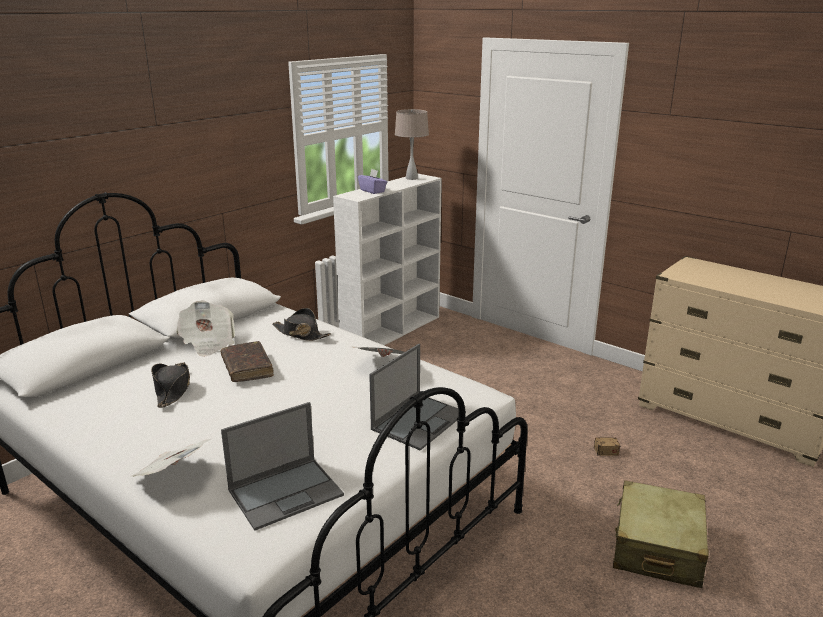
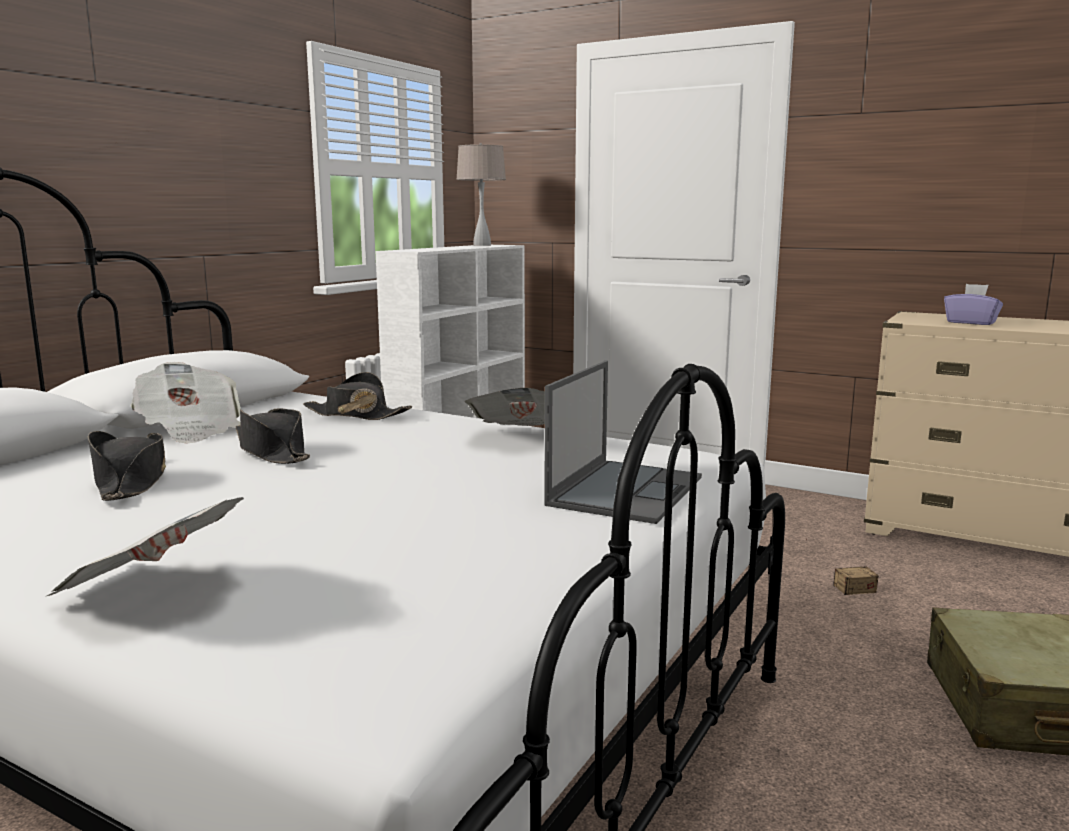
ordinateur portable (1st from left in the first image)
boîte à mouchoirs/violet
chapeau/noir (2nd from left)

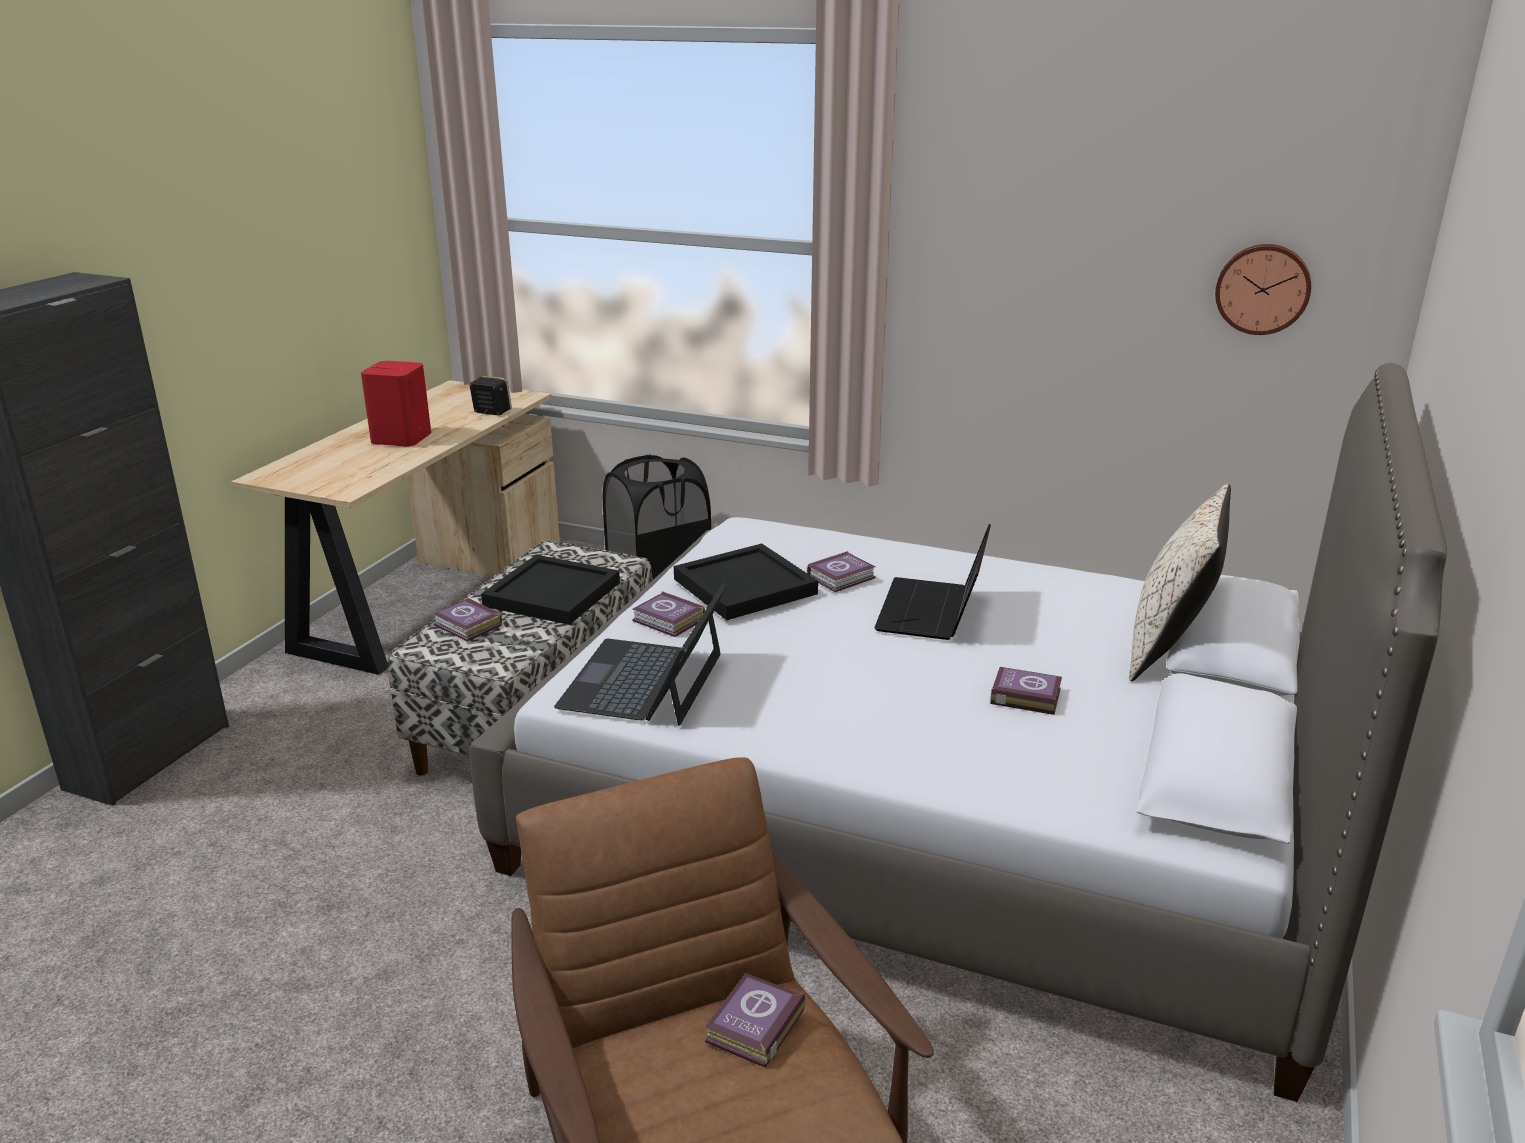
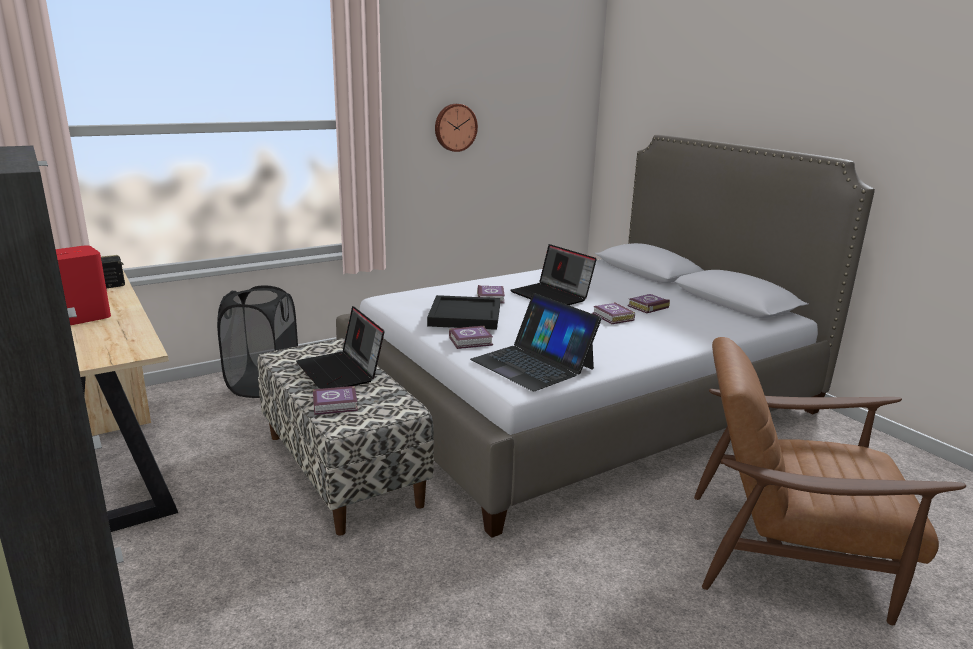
coussin/beige
livre (4th from left)
horloge murale
ordinateur portable (1st from left)

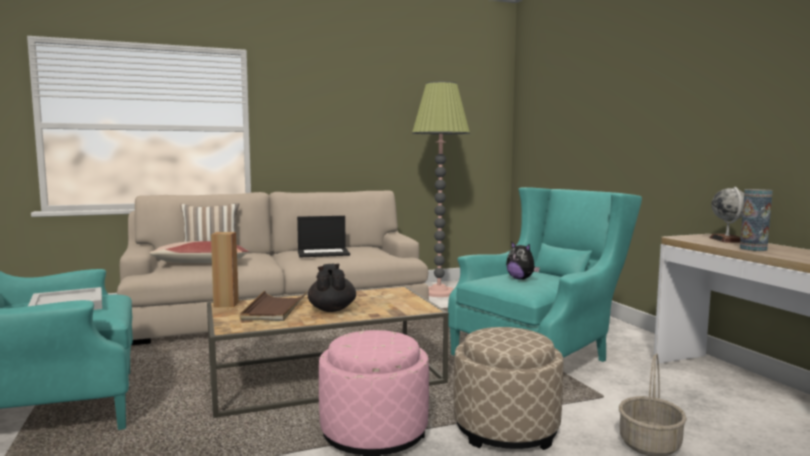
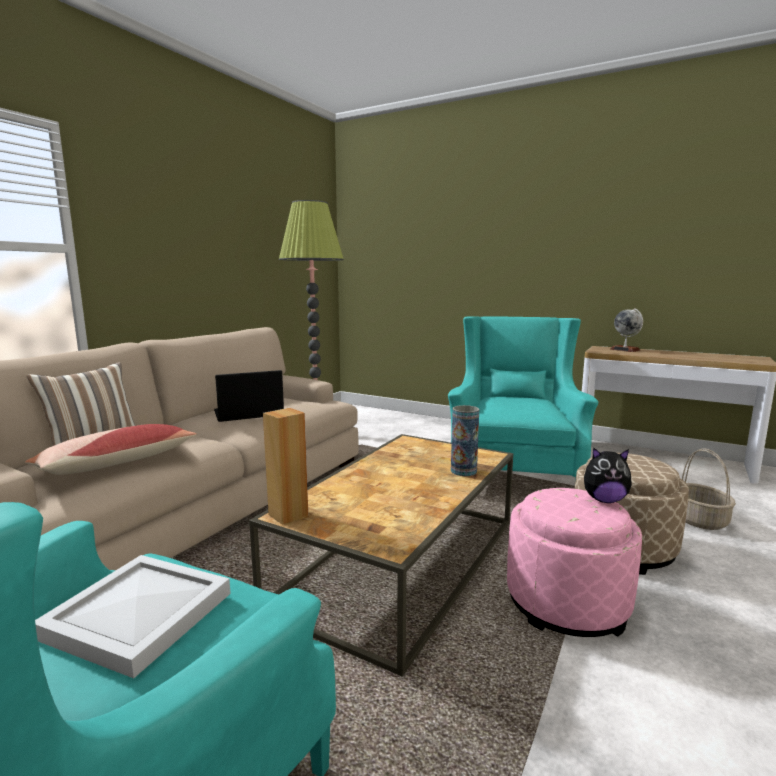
plateau/marron
théière/noir
peluche
vase
ordinateur portable

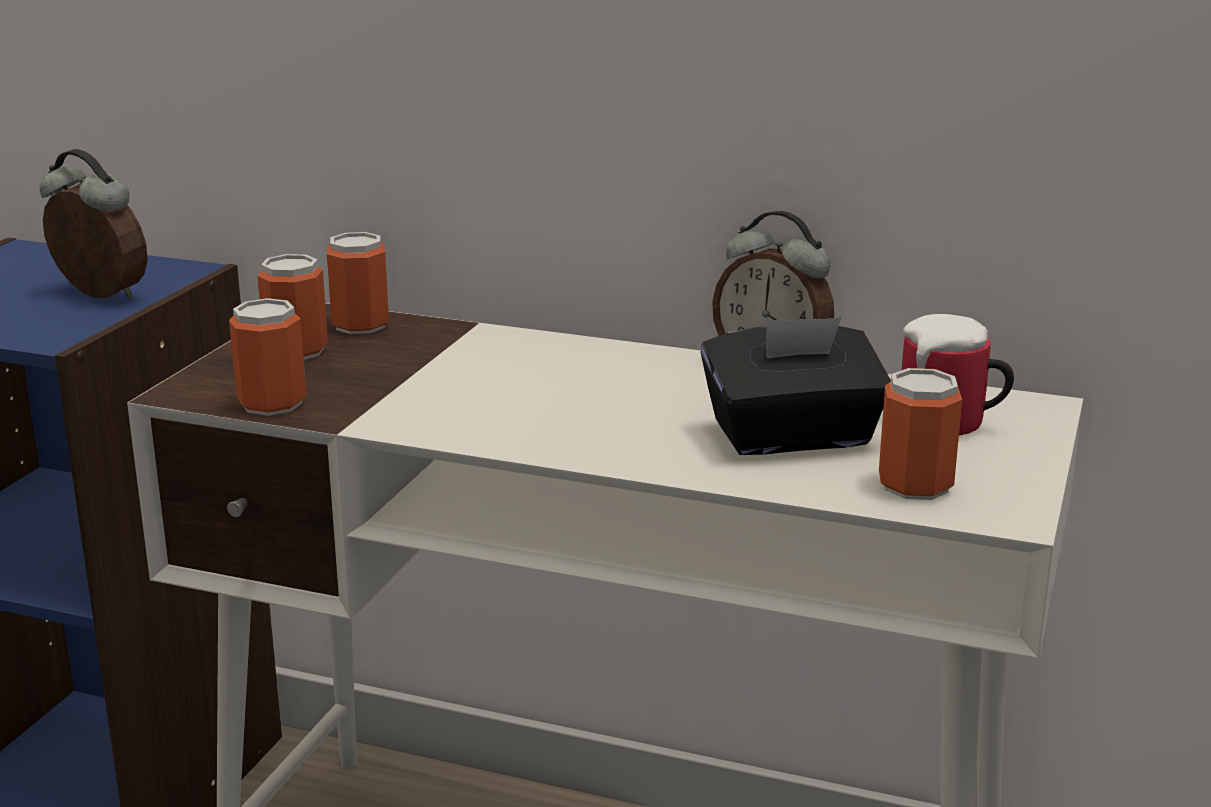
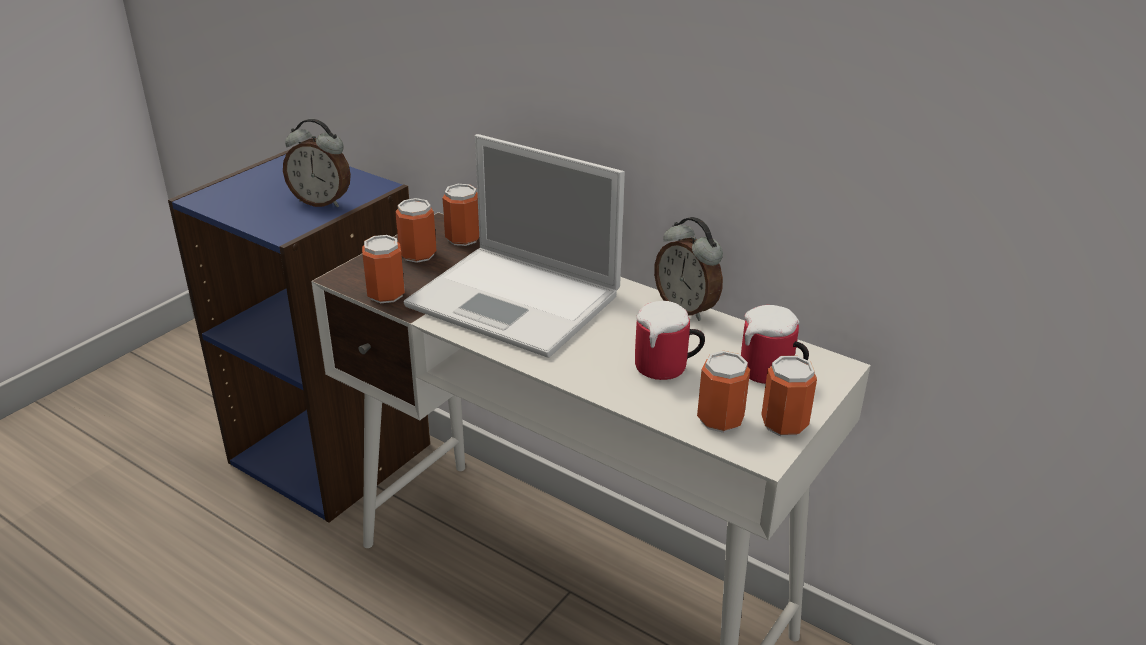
ordinateur portable
boîte métallique (5th from left)
mug (1st from left)
réveil (1st from left)

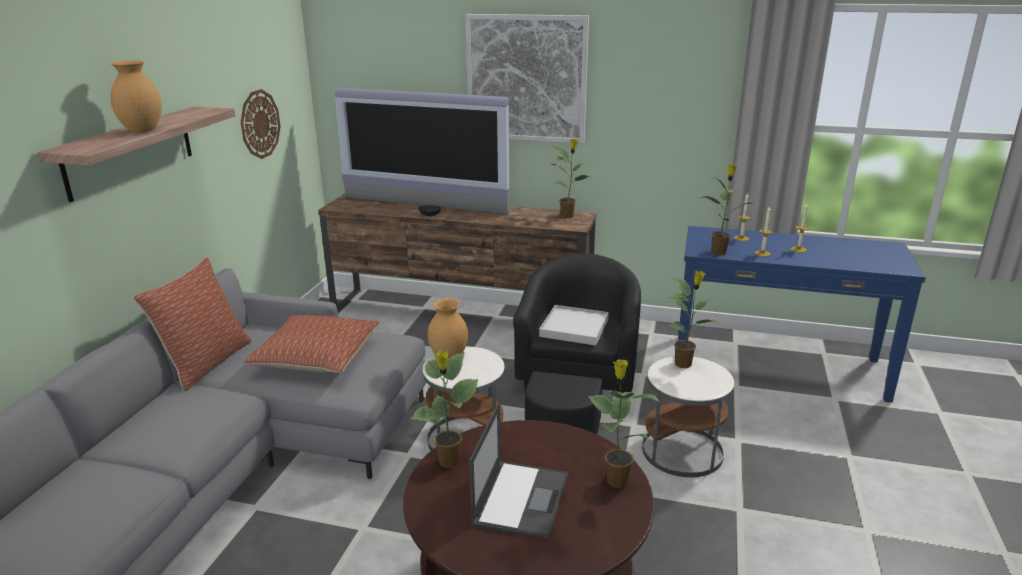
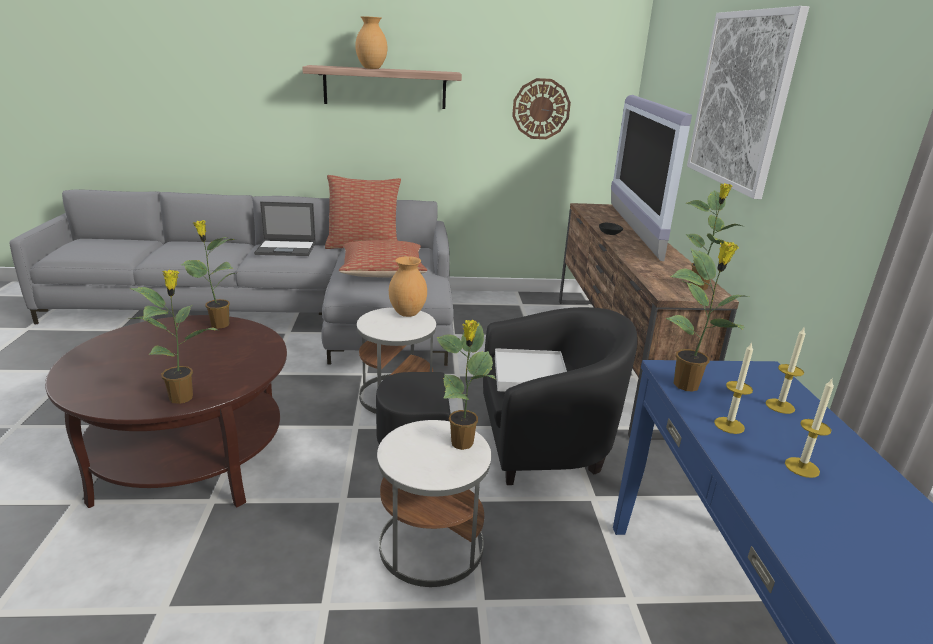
ordinateur portable

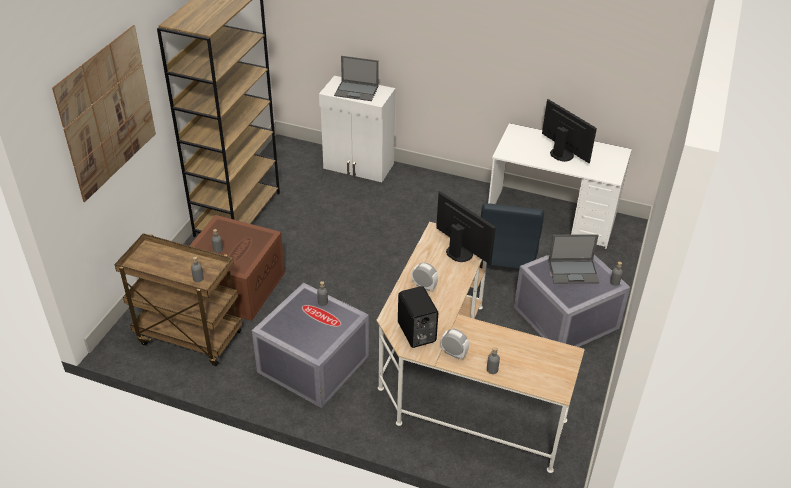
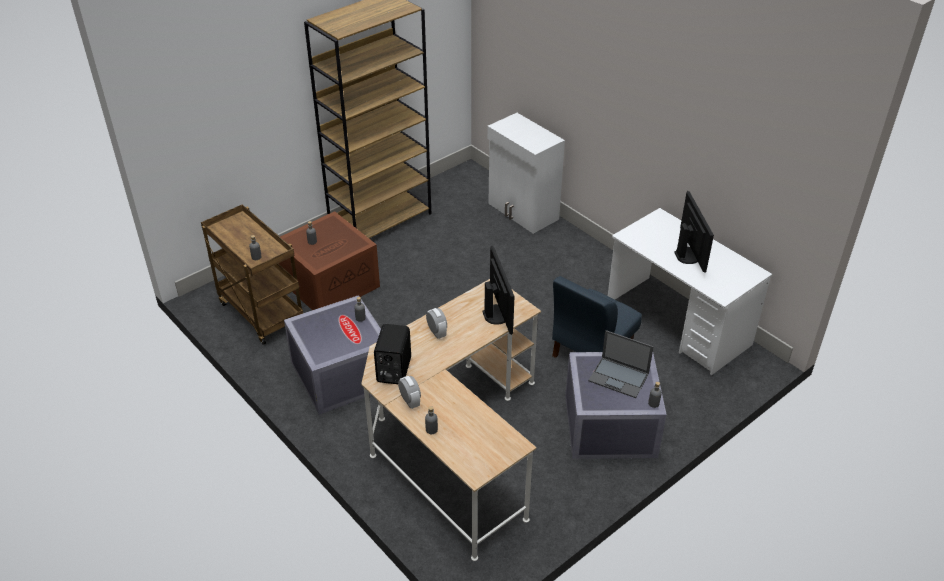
tableau
ordinateur portable (1st from left in the first image)

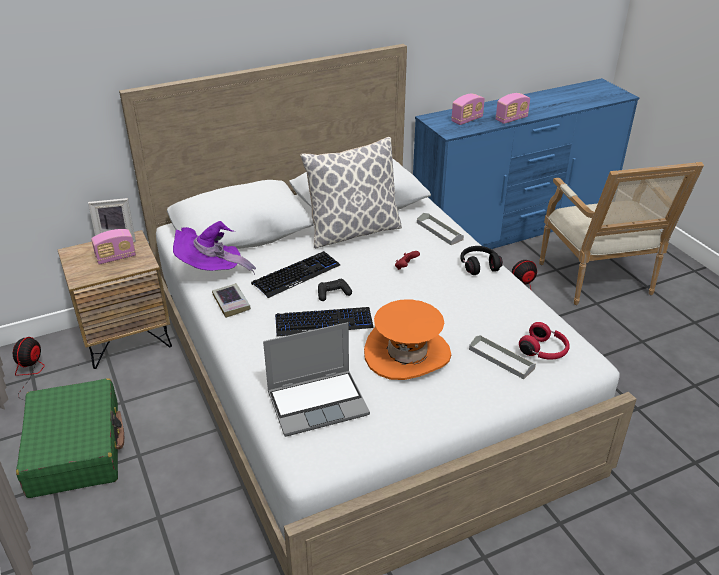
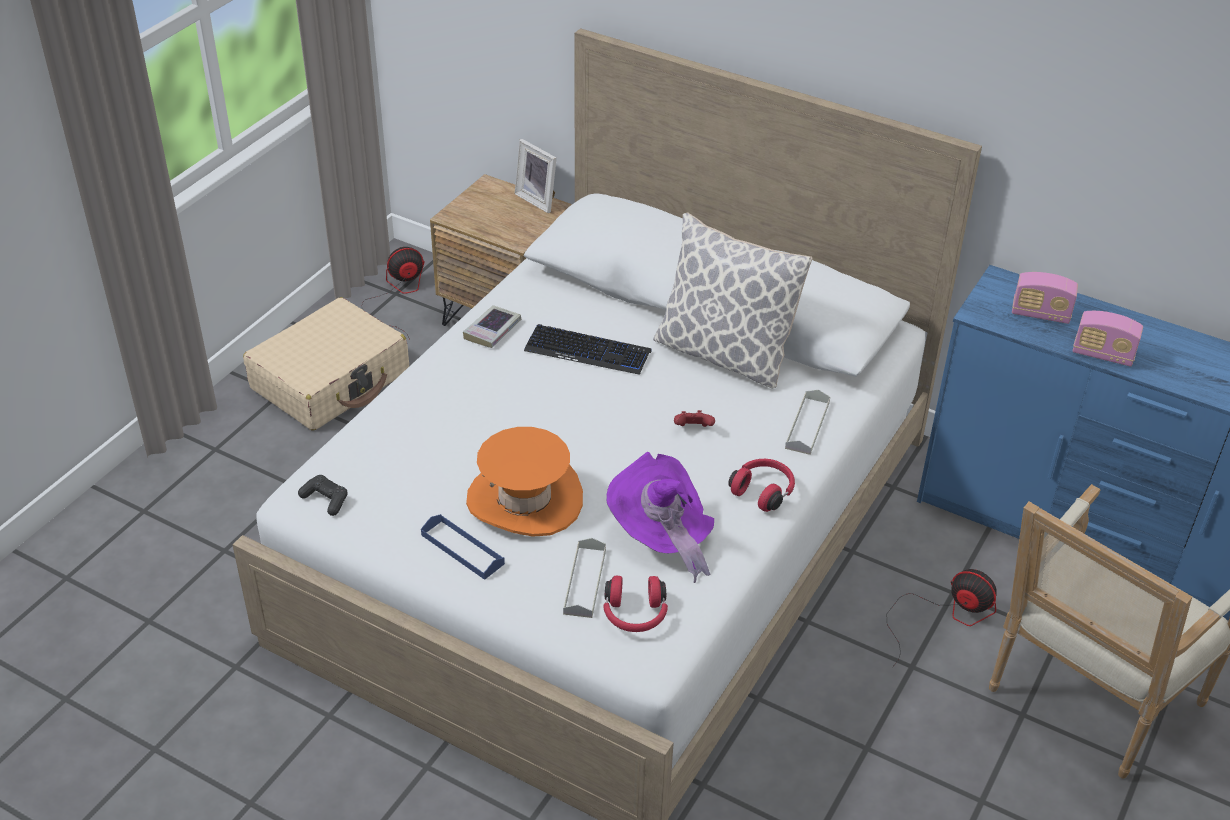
radio (1st from left in the first image)
ordinateur portable
clavier (2nd from left in the first image)
plateau/bleu
chapeau/violet
manette/noir
valise/beige
casque audio/rouge (2nd from left)

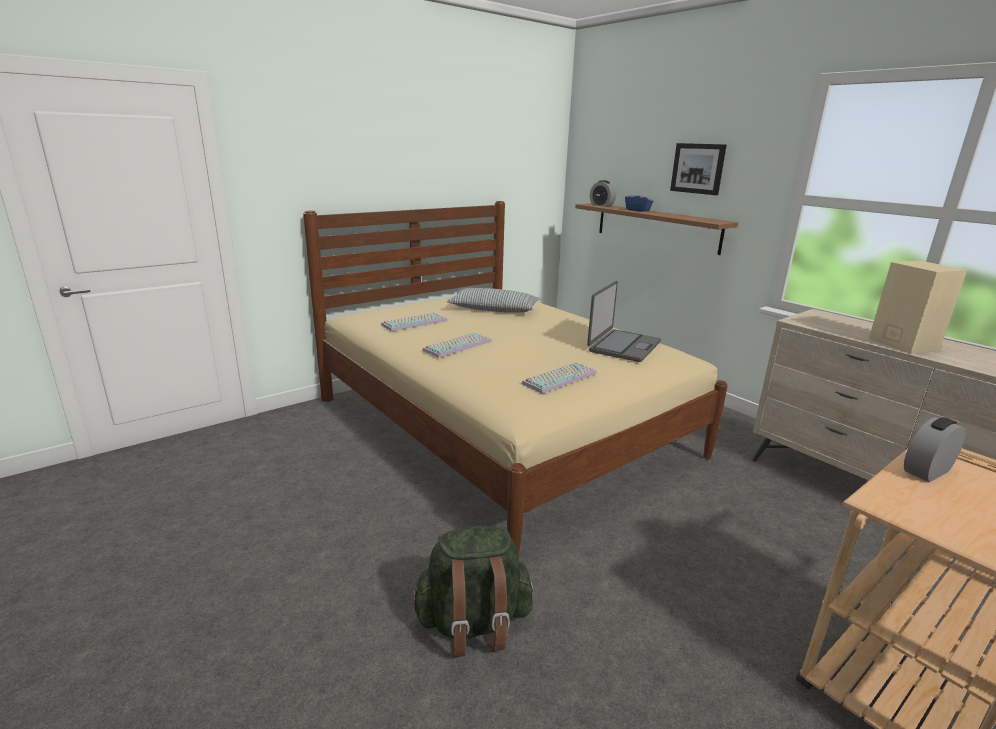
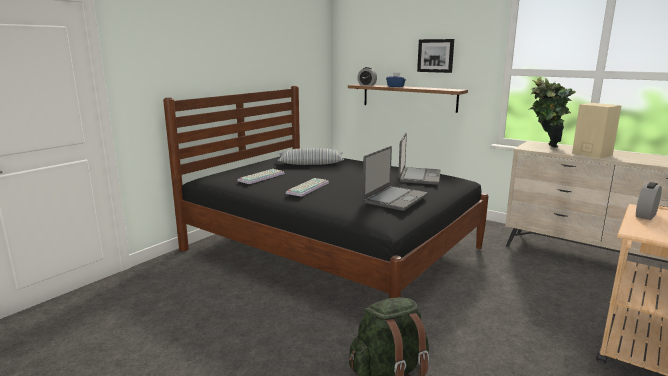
plante en pot
ordinateur portable (1st from left)
lit/noir

